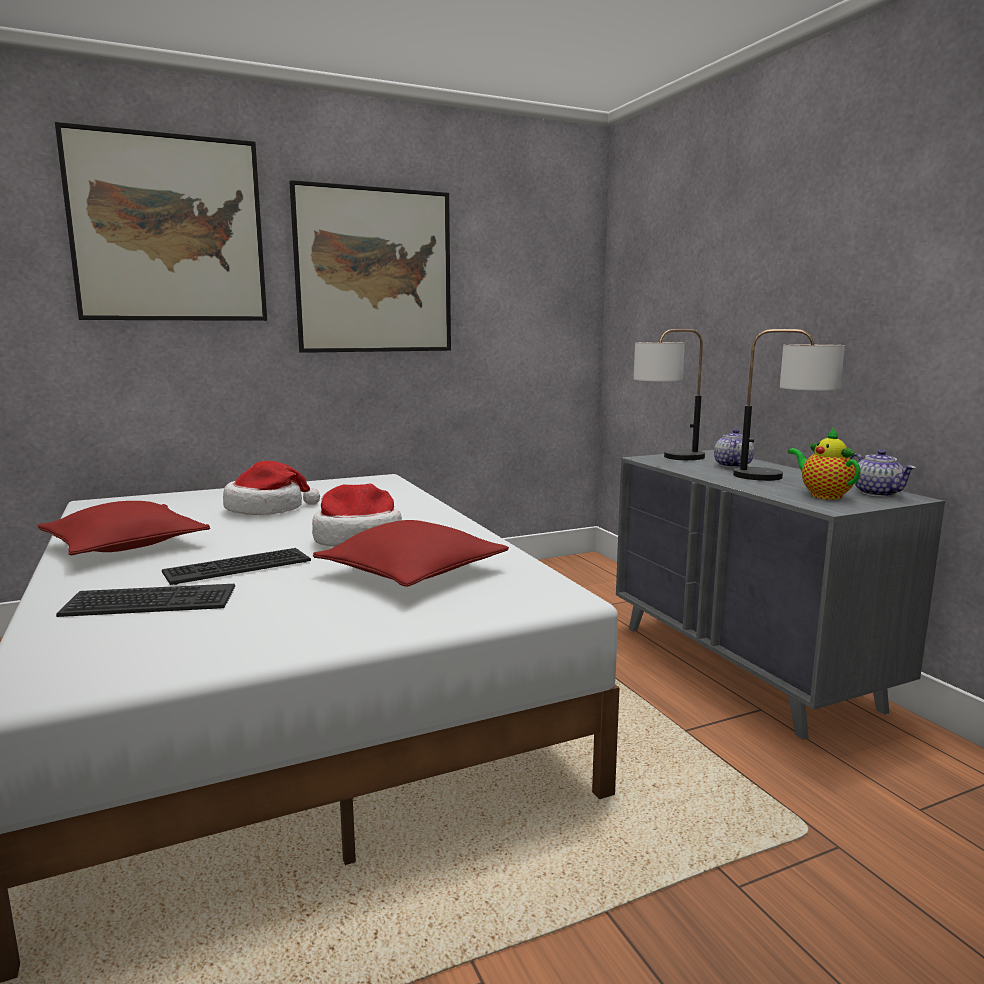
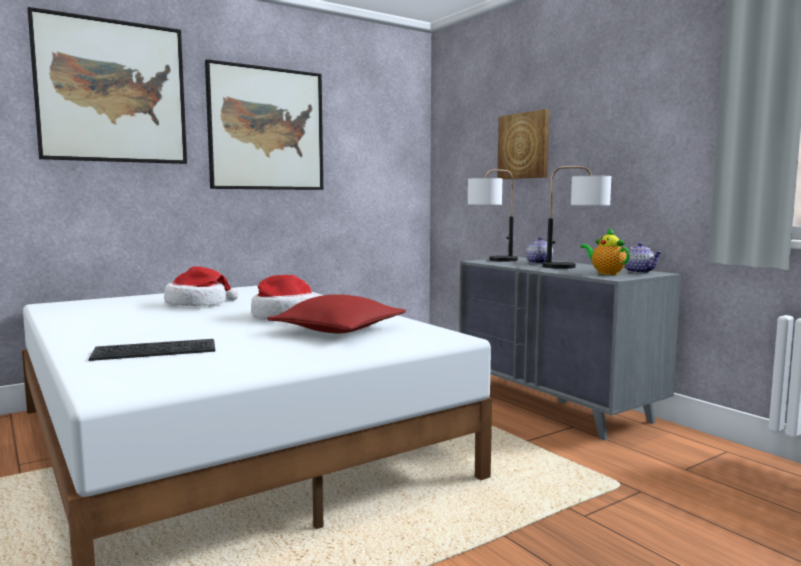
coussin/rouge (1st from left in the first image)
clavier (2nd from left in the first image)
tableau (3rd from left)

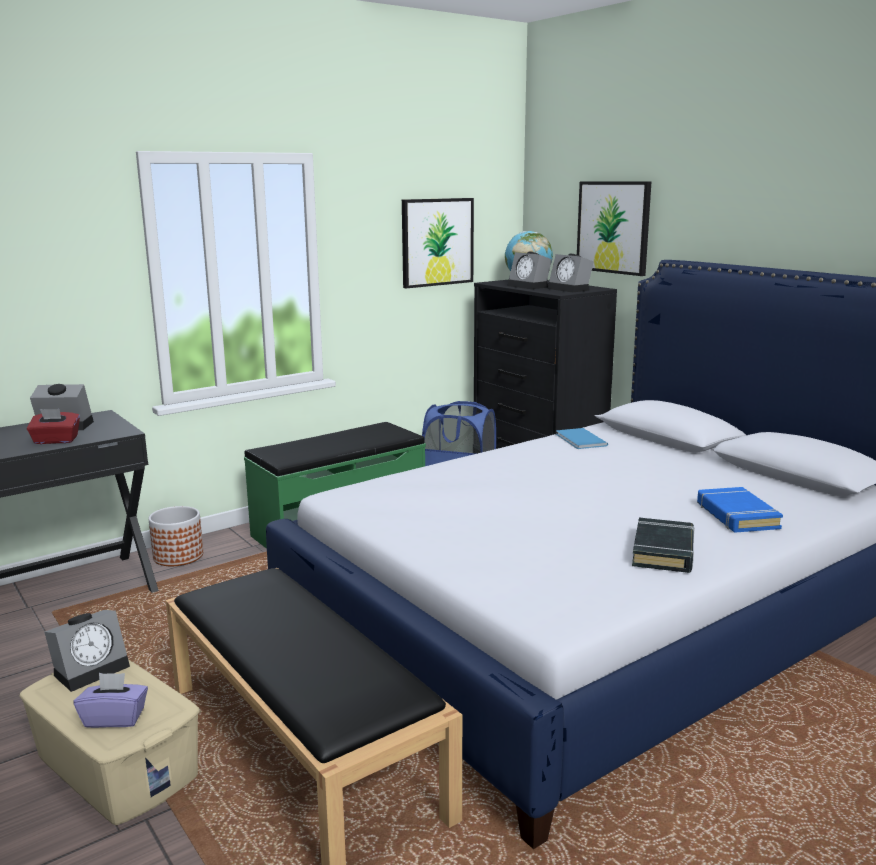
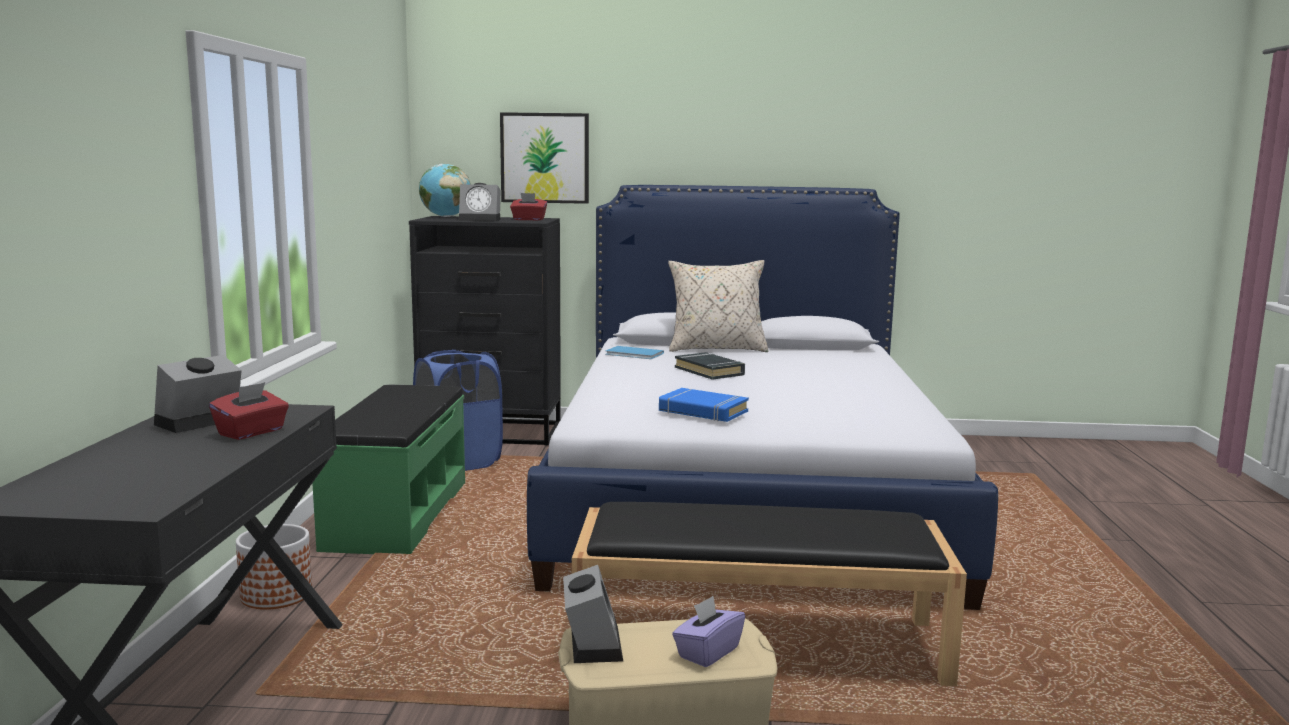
tableau (1st from left in the first image)
coussin/beige
livre/noir
livre/bleu (2nd from left)
boîte à mouchoirs/rouge (2nd from left)

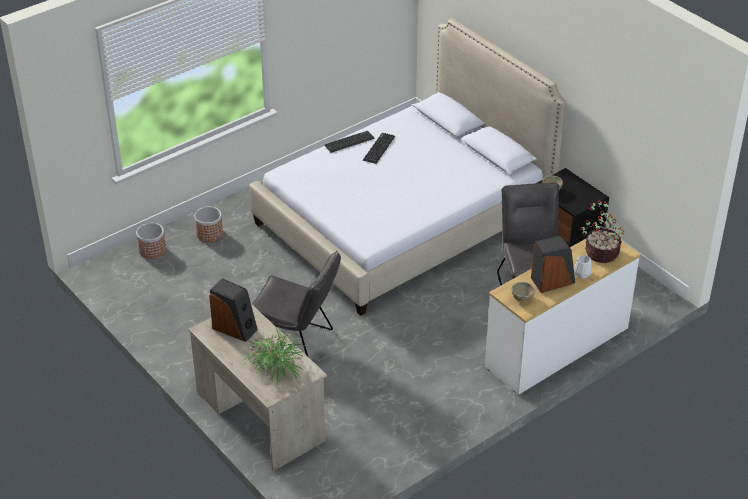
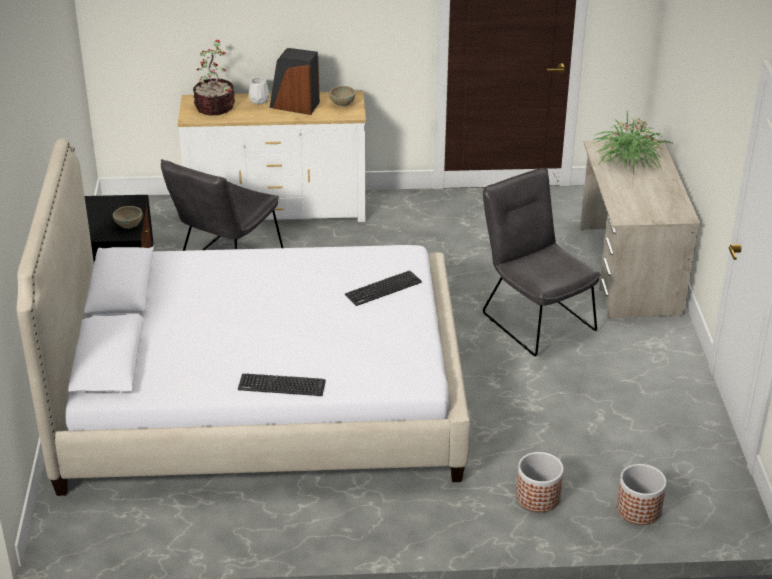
enceinte (1st from left in the first image)
clavier (2nd from left)

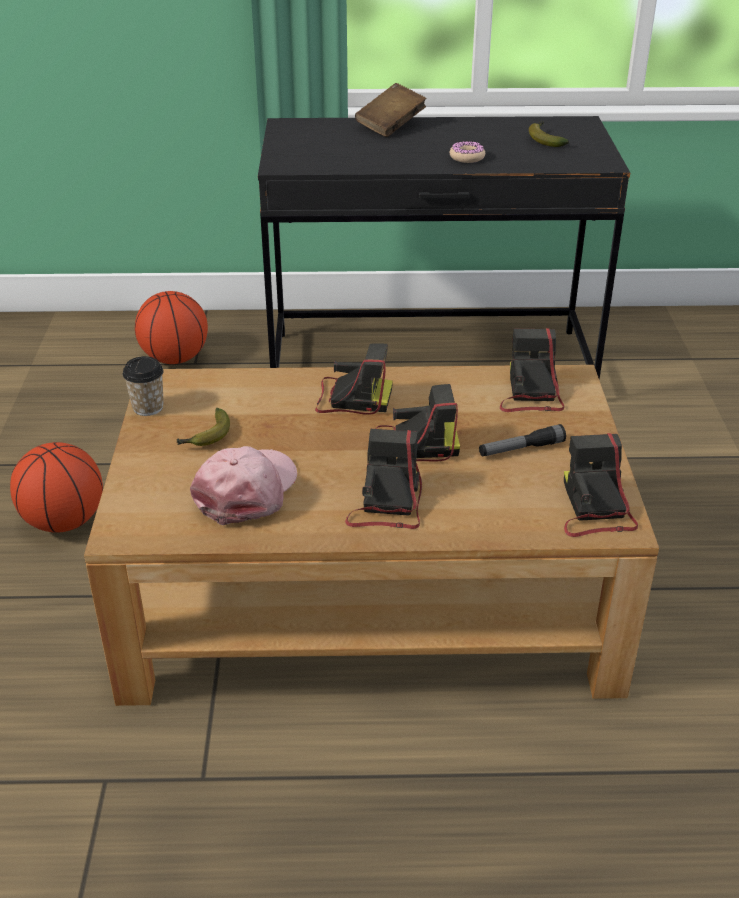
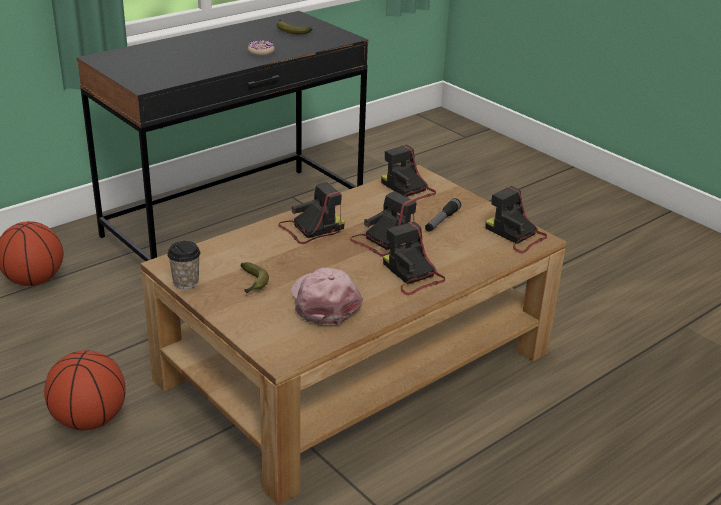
livre/marron

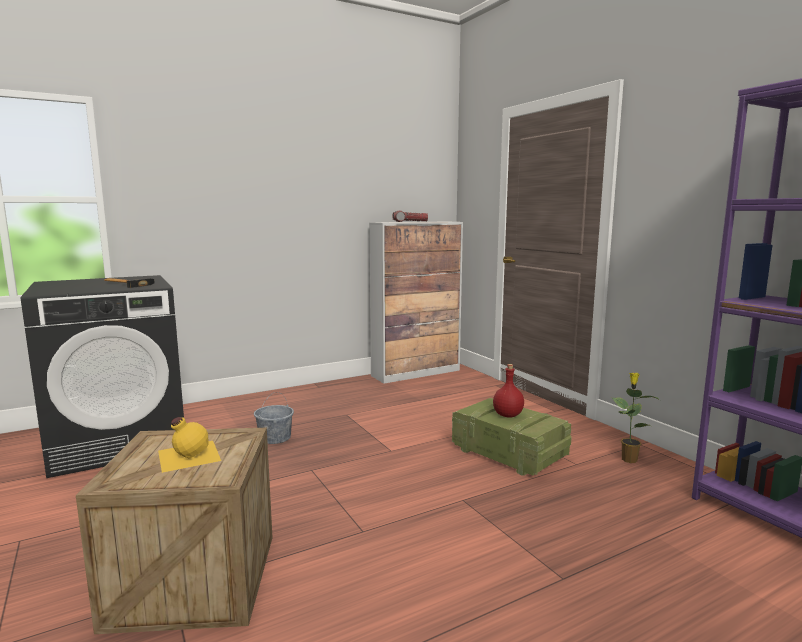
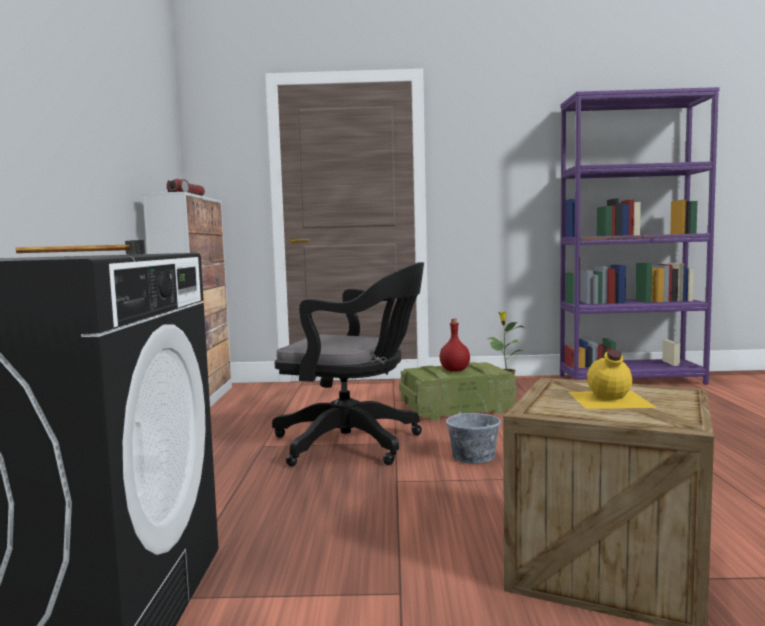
chaise de bureau/noir
seau/gris

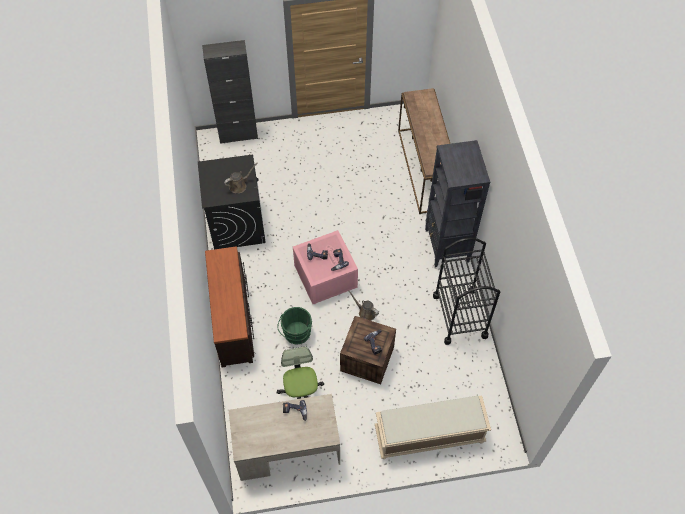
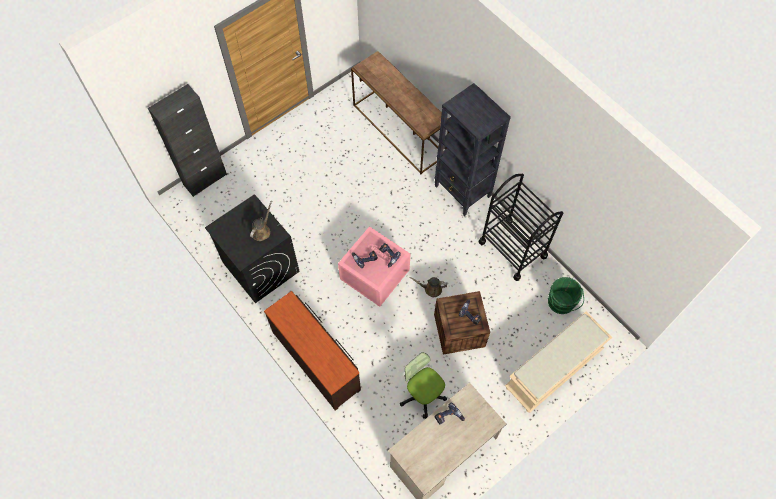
seau/vert

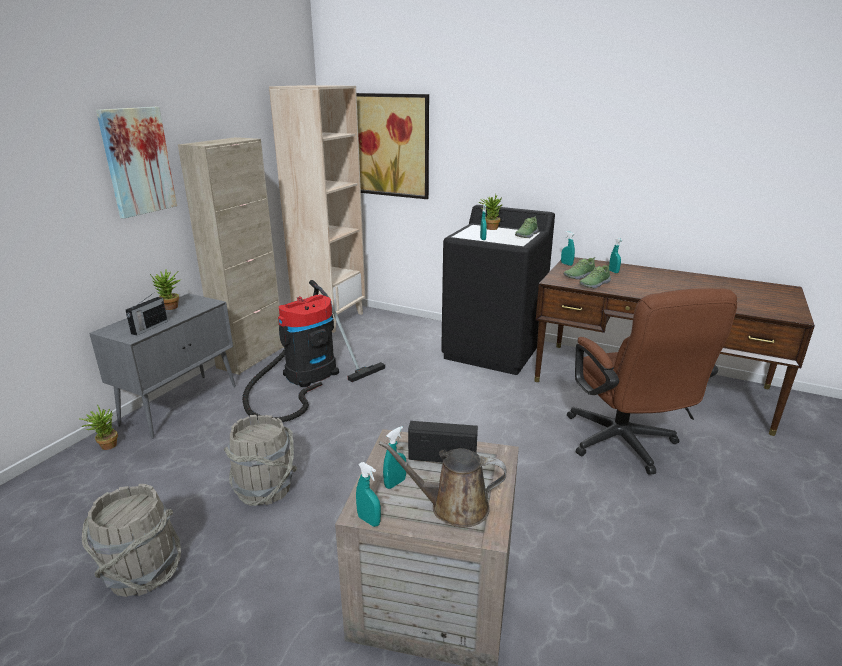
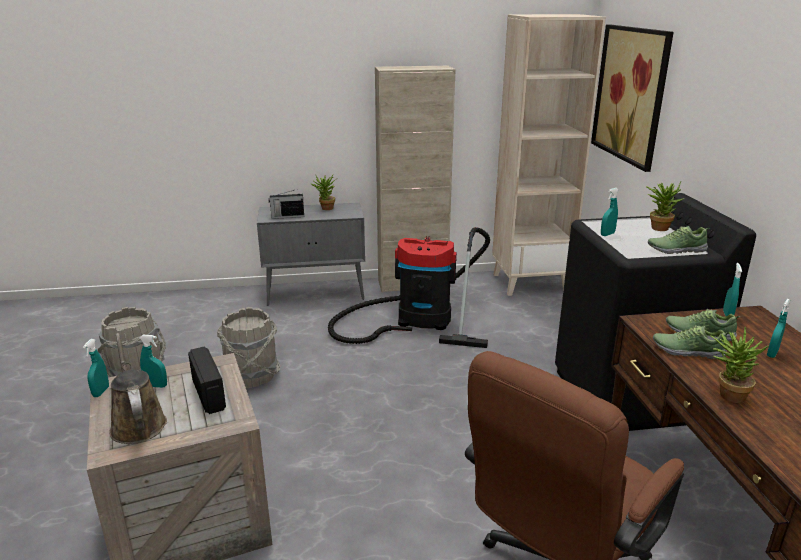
tableau (1st from left in the first image)
plante en pot (3rd from left)

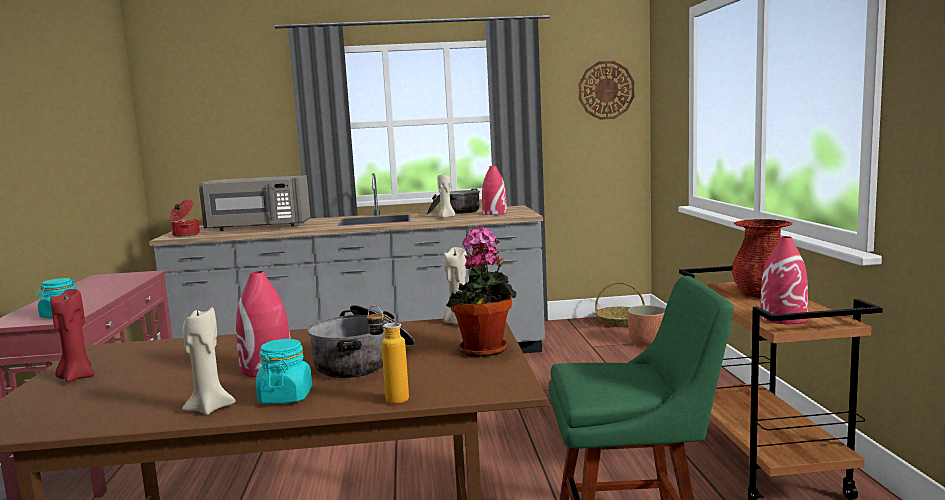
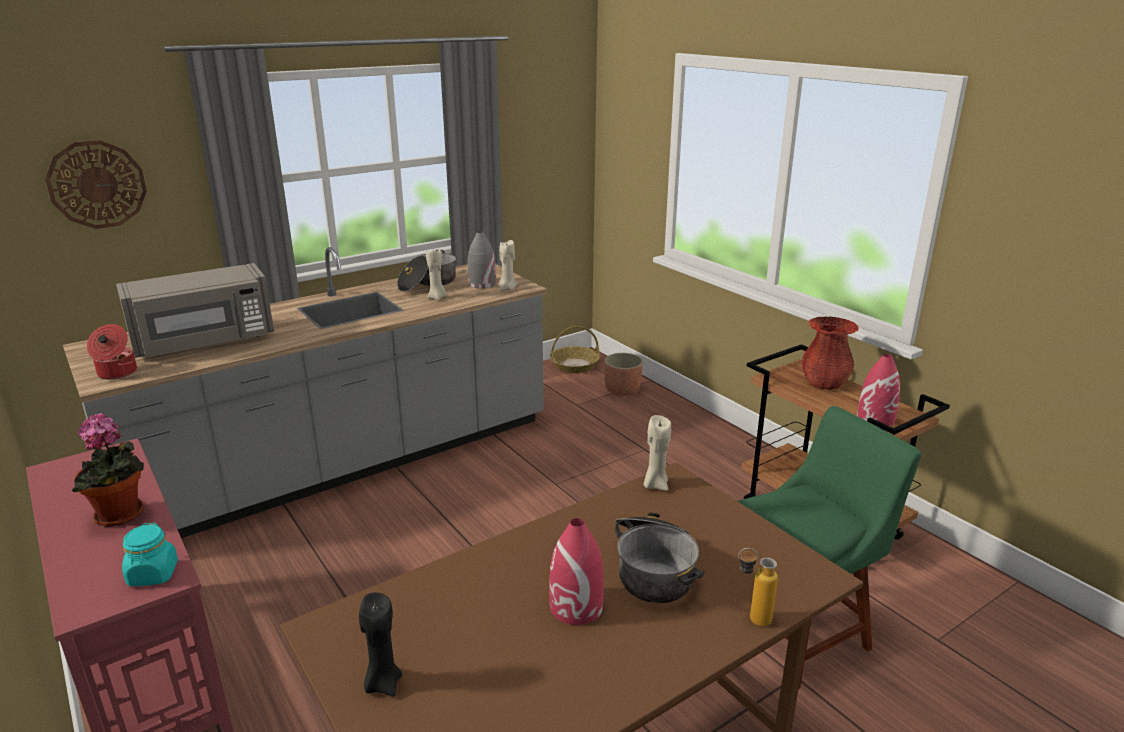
bocal/turquoise (2nd from left in the first image)
bougie/beige (2nd from left)
plante en pot
horloge murale
bougie/noir
vase/gris

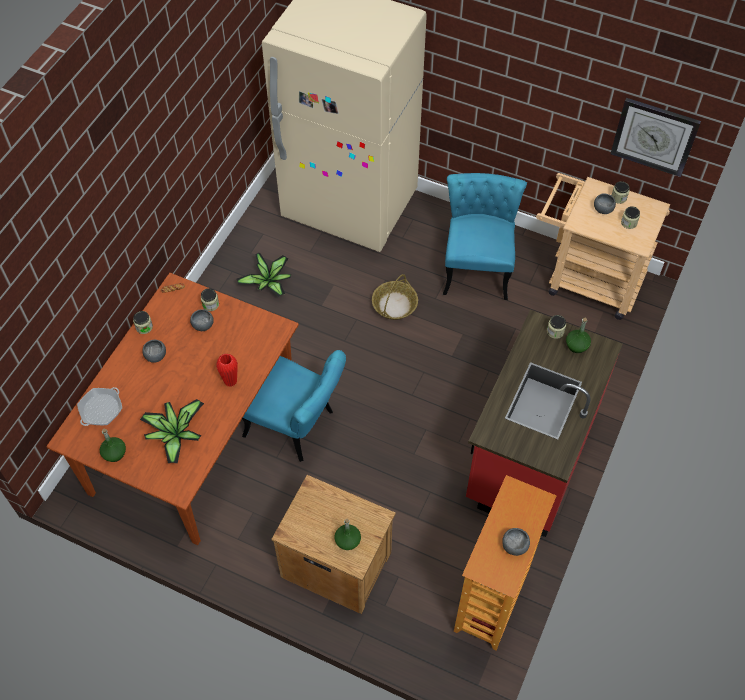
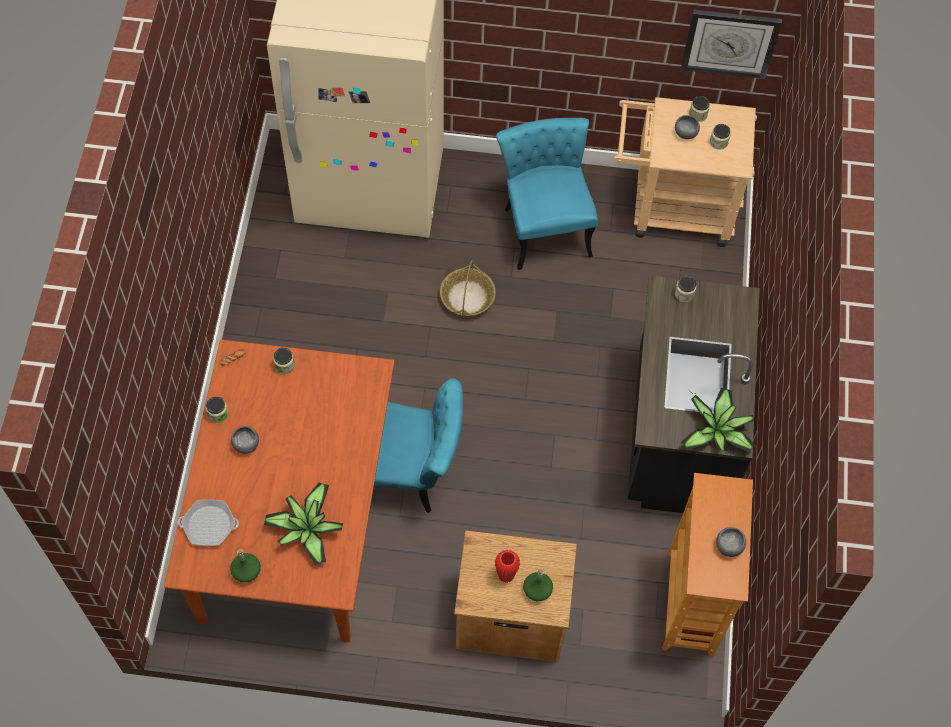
bol/gris (2nd from left in the first image)
bouteille/vert (3rd from left in the first image)
vase/rouge
plante en pot (2nd from left)
comptoir de cuisine/noir
poêle

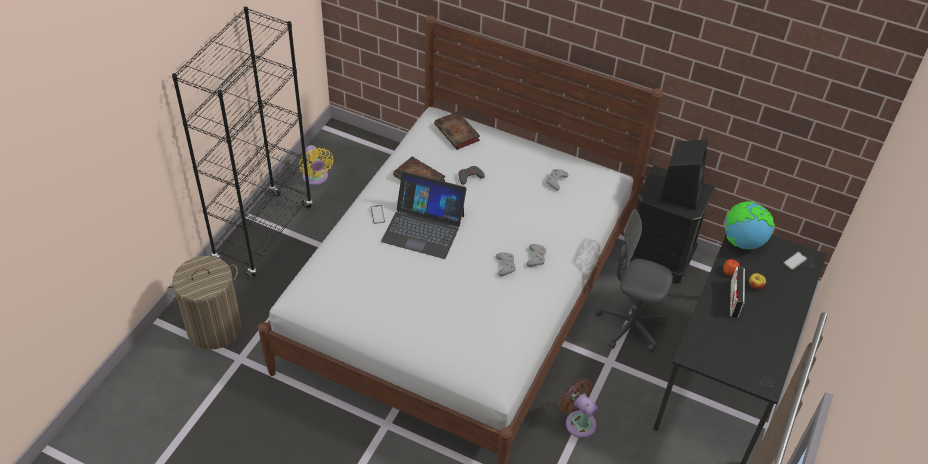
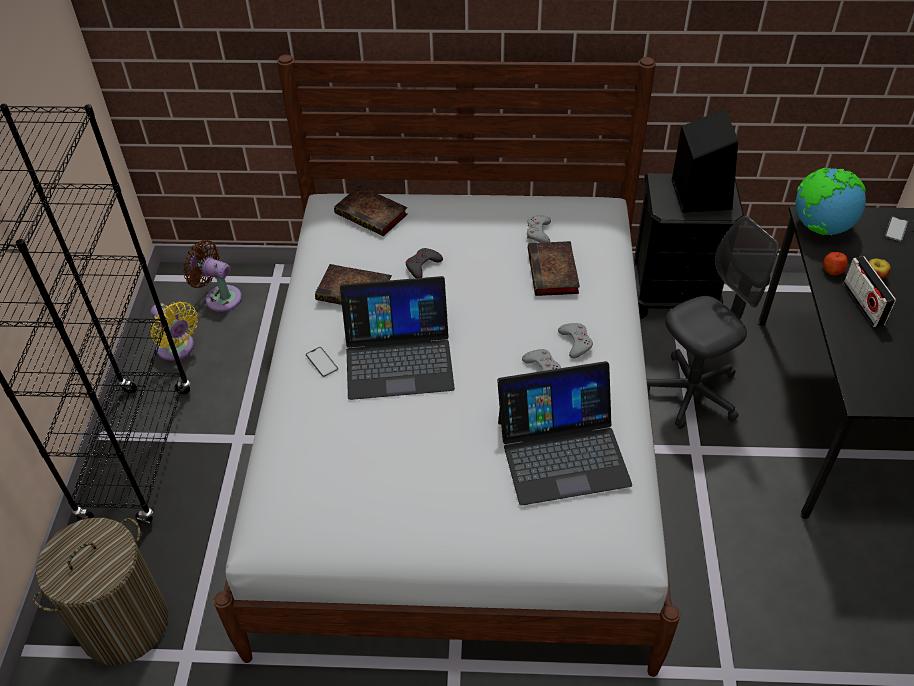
ordinateur portable (2nd from left)
livre (3rd from left)
ventilateur/marron
chaise de bureau/gris

